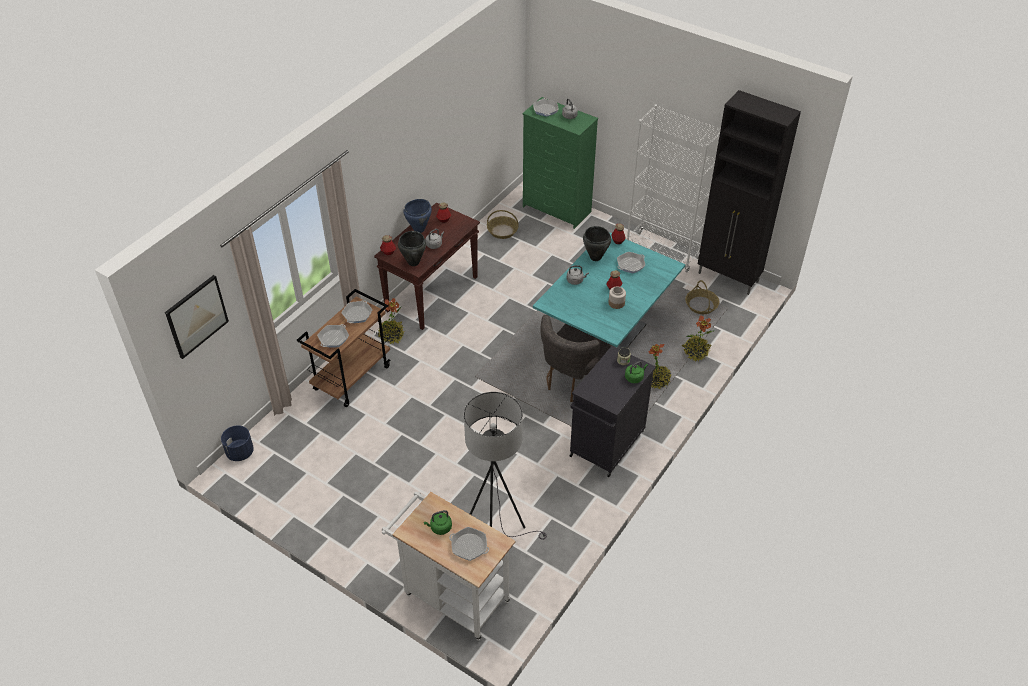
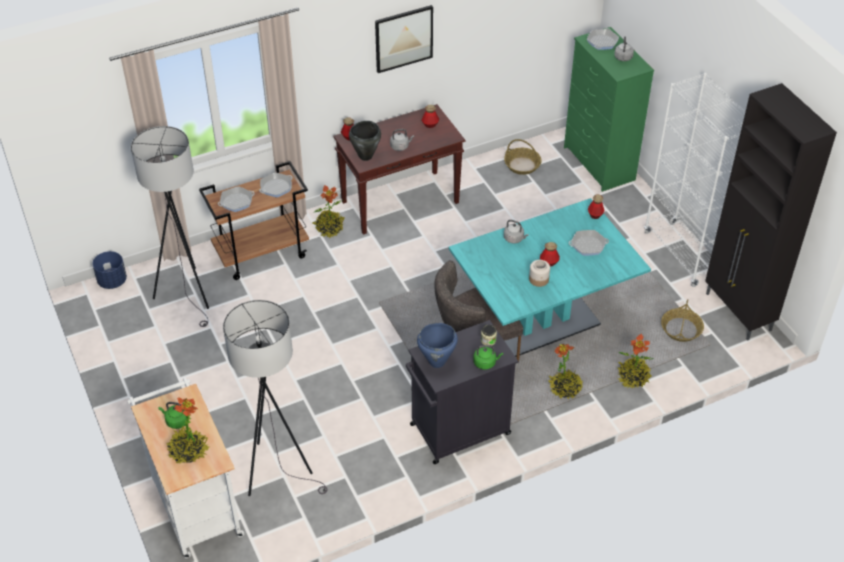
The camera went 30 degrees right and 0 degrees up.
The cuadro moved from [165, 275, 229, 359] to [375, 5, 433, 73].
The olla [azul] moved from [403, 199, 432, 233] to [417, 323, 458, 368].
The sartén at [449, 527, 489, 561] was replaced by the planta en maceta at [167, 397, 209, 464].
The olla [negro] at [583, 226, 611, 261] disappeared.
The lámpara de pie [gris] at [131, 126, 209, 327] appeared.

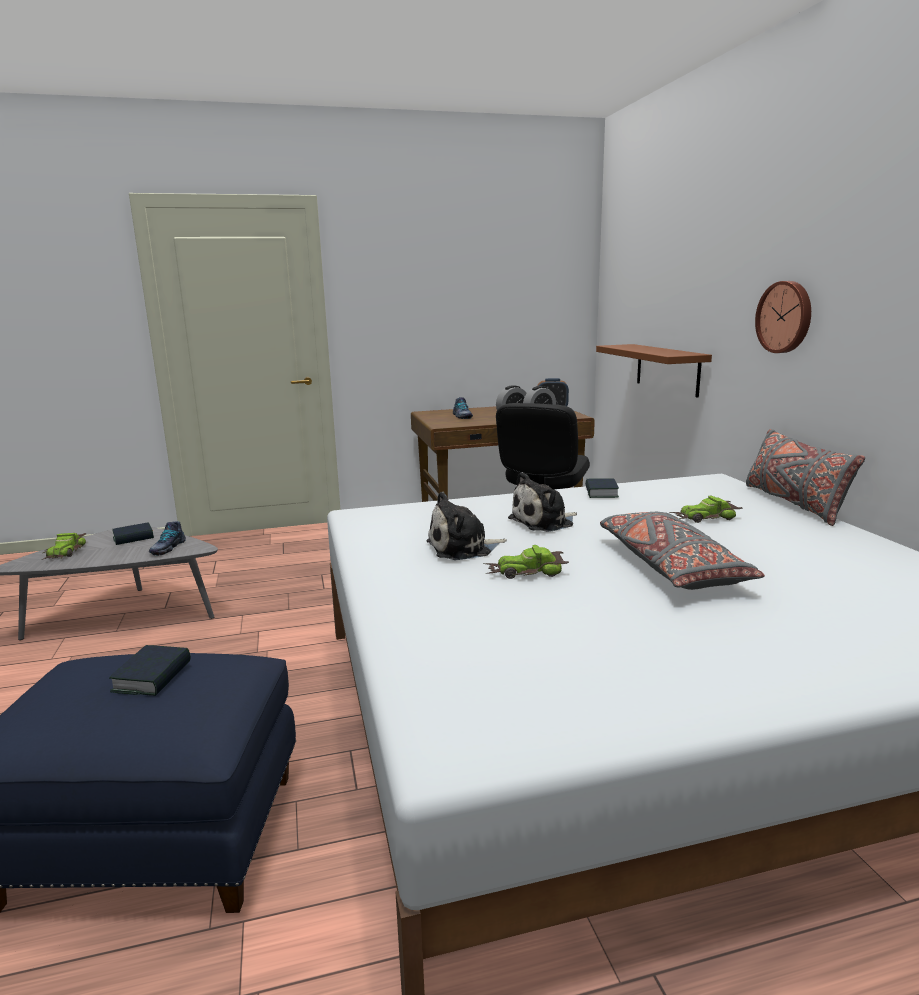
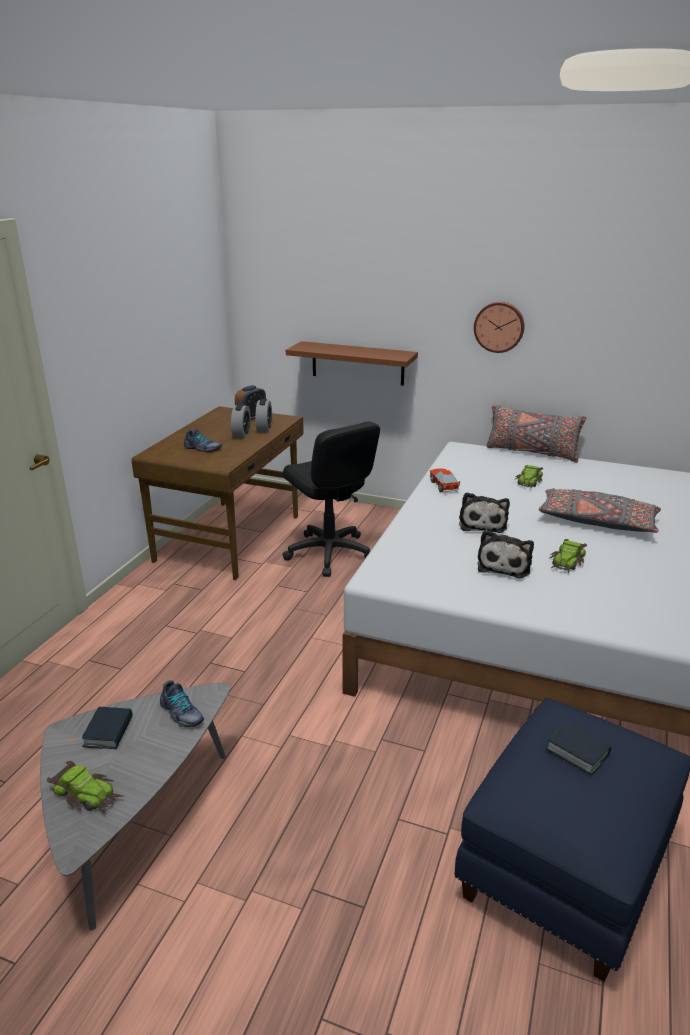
The camera went 55 degrees left and 10 degrees up.
The libro at [585, 478, 619, 498] was replaced by the coche de juguete at [430, 468, 460, 493].

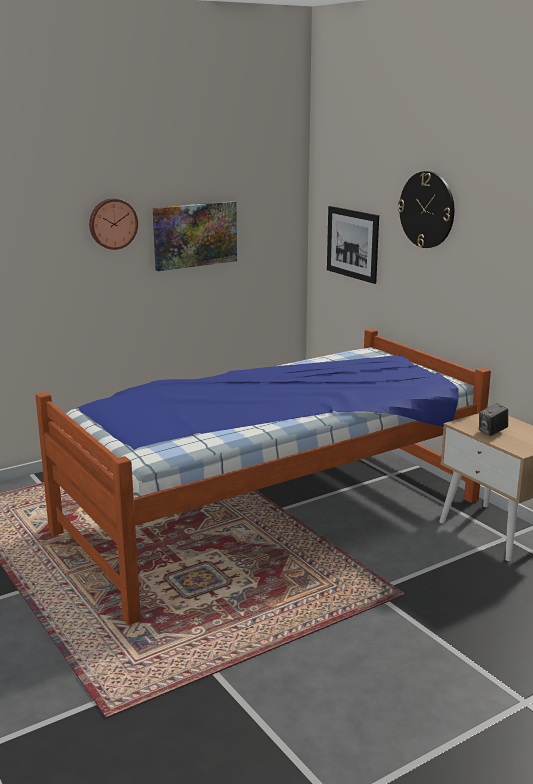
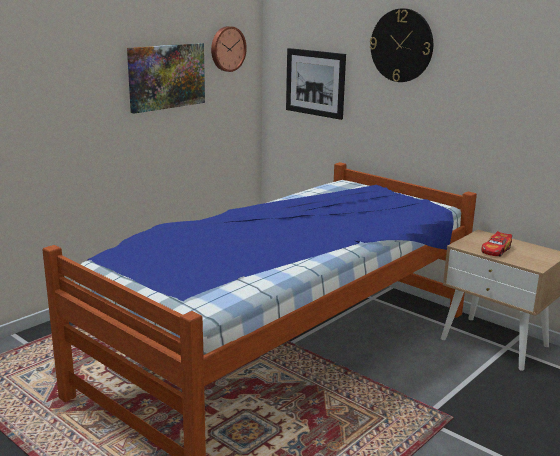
The camera went 15 degrees left and 0 degrees up.
The reloj de pared moved from [89, 198, 138, 250] to [211, 26, 247, 72].
The cámara at [479, 403, 508, 436] was replaced by the coche de juguete at [481, 231, 512, 257].

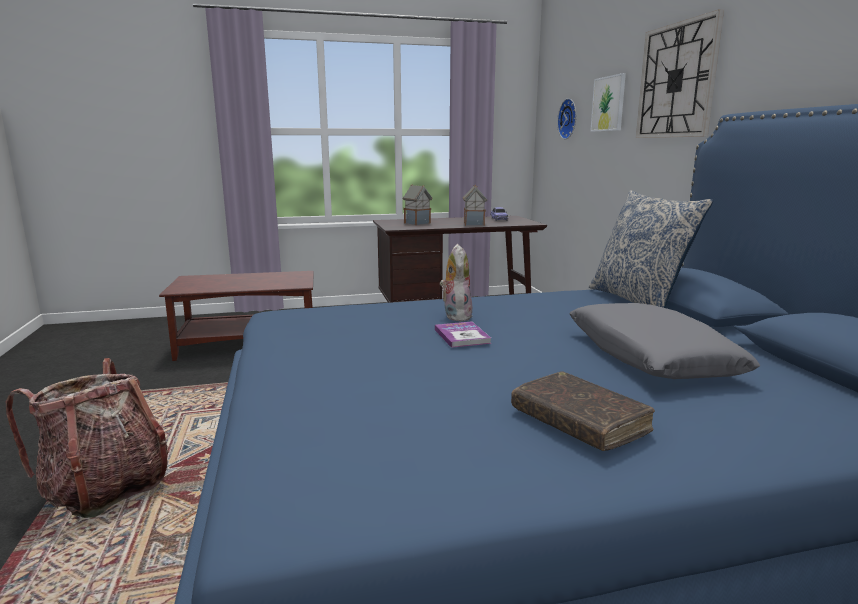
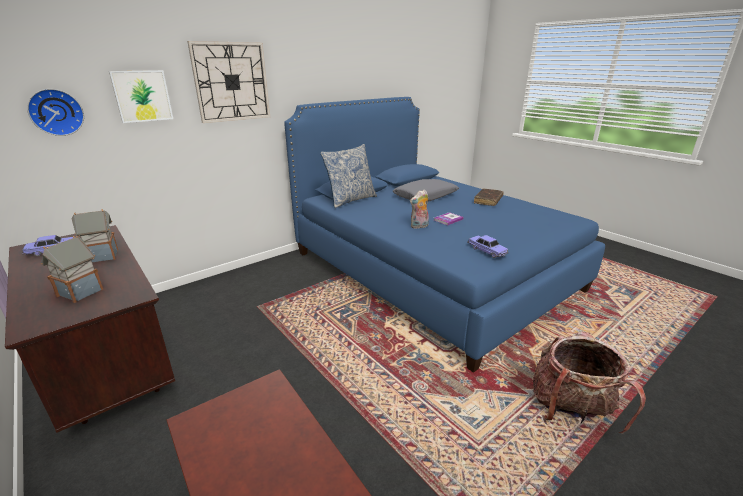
The camera went 115 degrees left and 10 degrees up.
The coche de juguete at [467, 235, 509, 258] appeared.

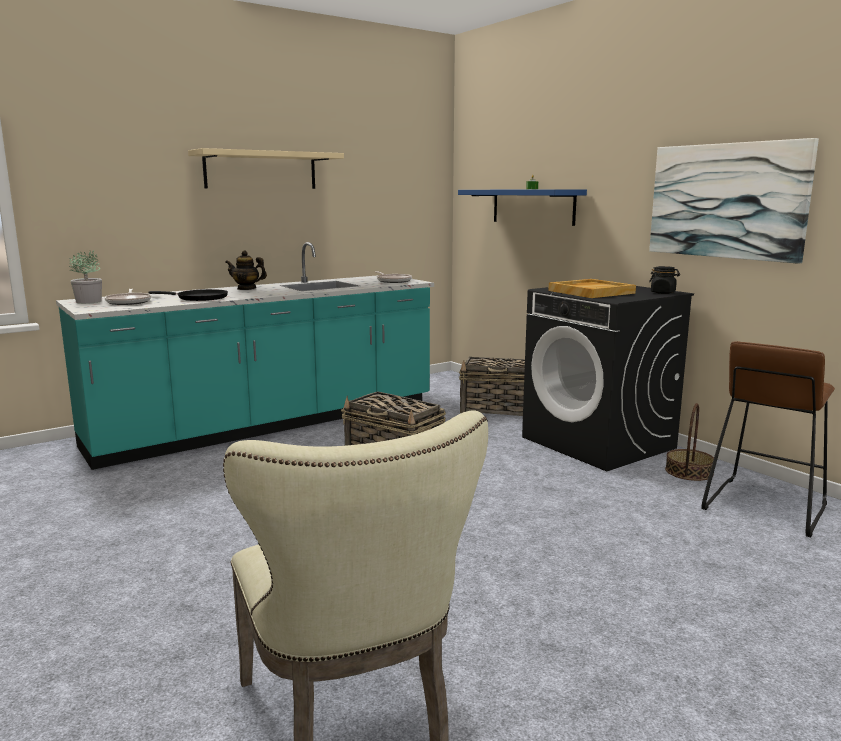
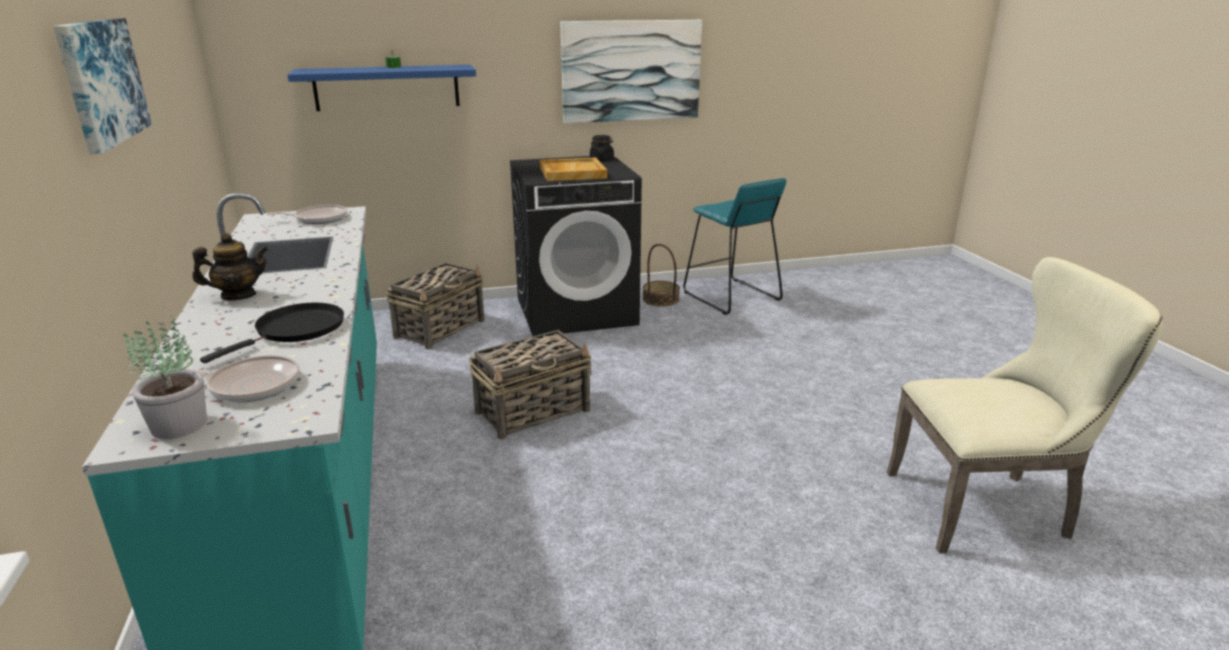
The camera went 70 degrees left and 10 degrees up.
The estante [beis] at [188, 148, 344, 189] was replaced by the cuadro at [53, 18, 152, 154].
The tetera at [225, 250, 267, 290] turned 135 degrees counterclockwise.
The taburete [marrón] at [701, 341, 835, 538] became the taburete [turquesa] at [683, 178, 786, 315].

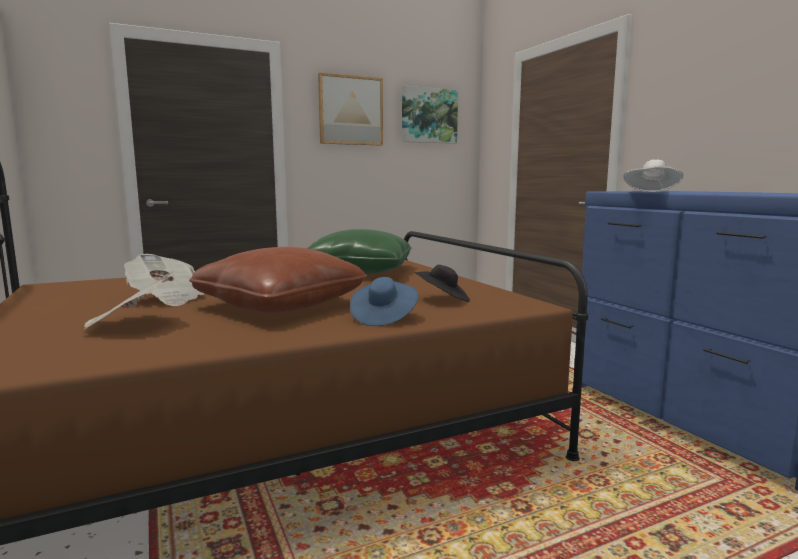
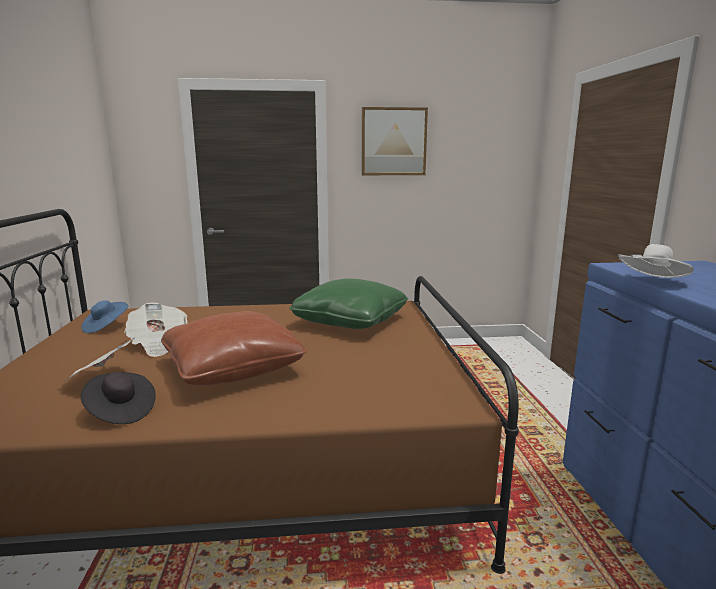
The camera went 20 degrees right and 5 degrees up.
The sombrero [azul] moved from [350, 277, 418, 326] to [81, 300, 128, 333].
The cuadro at [402, 86, 458, 144] disappeared.
The sombrero [negro] moved from [414, 265, 470, 302] to [81, 372, 156, 424].

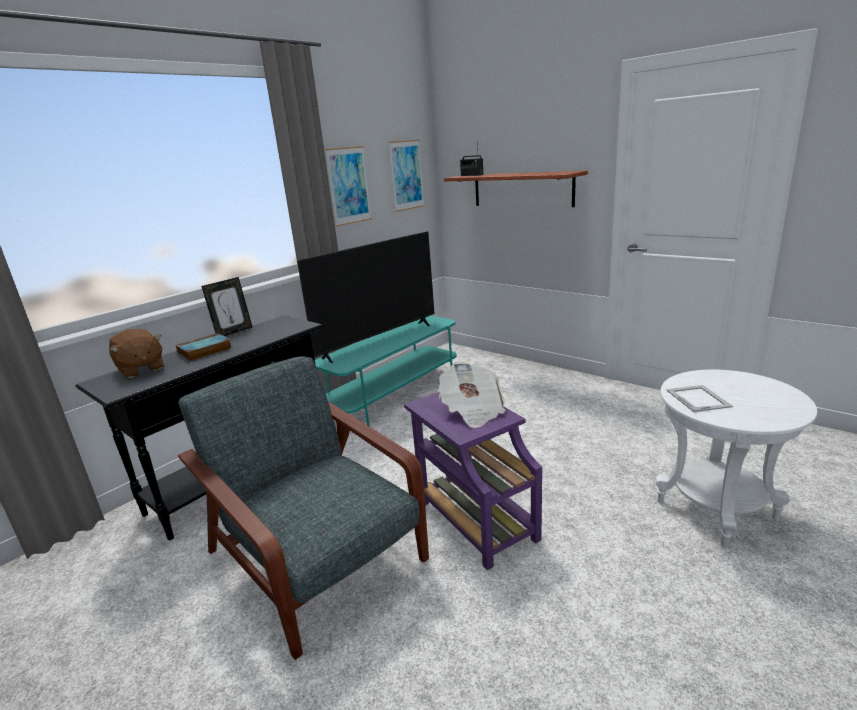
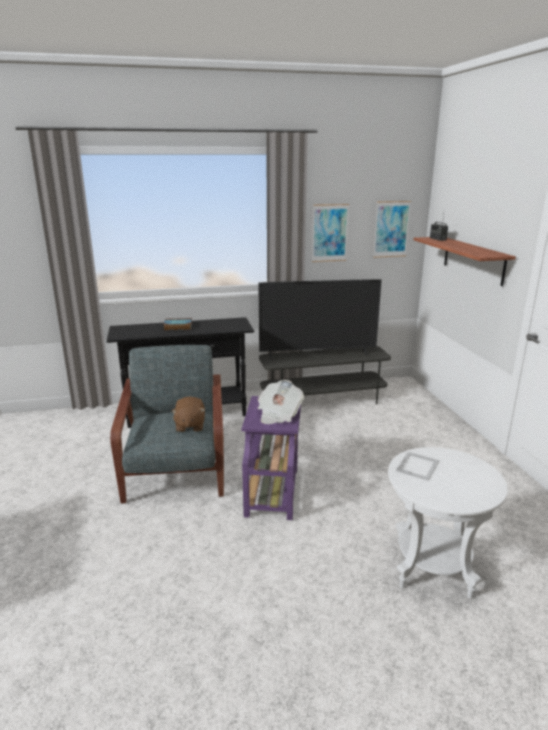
The camera went 35 degrees right and 0 degrees up.
The peluche [marrón] moved from [109, 329, 164, 378] to [171, 396, 205, 432].
The portarretratos at [201, 277, 252, 336] disappeared.
The mueble de televisión [turquesa] at [315, 315, 457, 427] became the mueble de televisión [gris] at [259, 346, 391, 404].

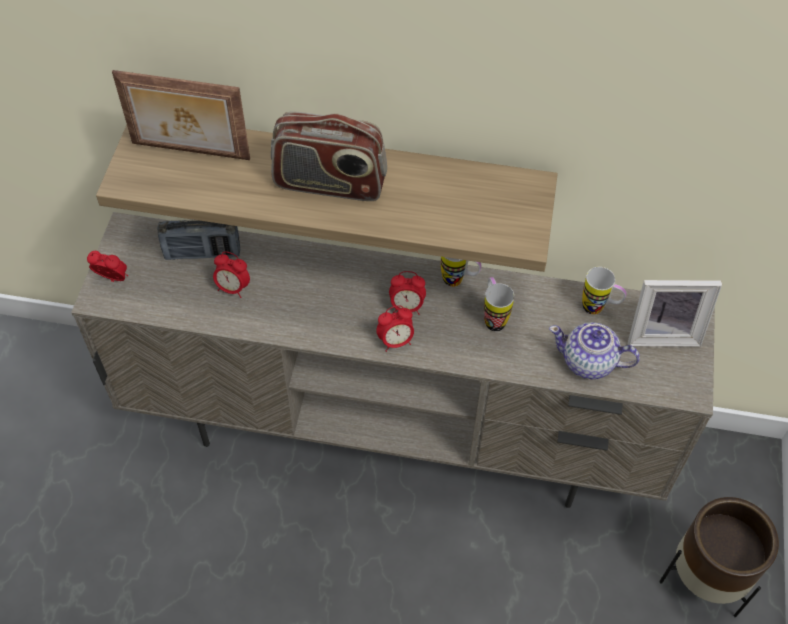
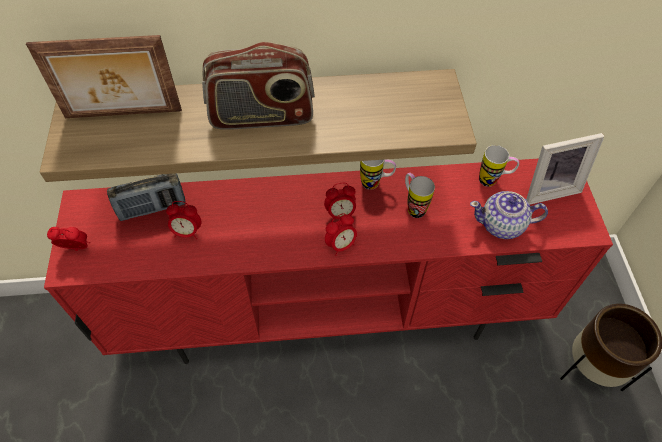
The camera went 15 degrees left and 0 degrees up.
The mueble de televisión [beis] at [71, 212, 715, 508] became the mueble de televisión [rojo] at [44, 159, 613, 364].

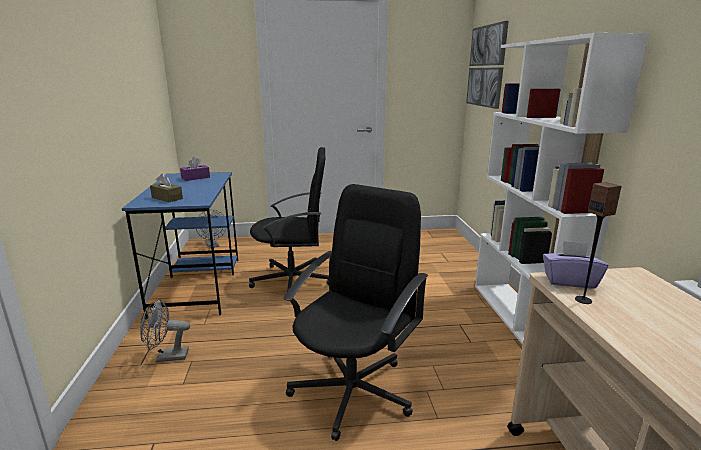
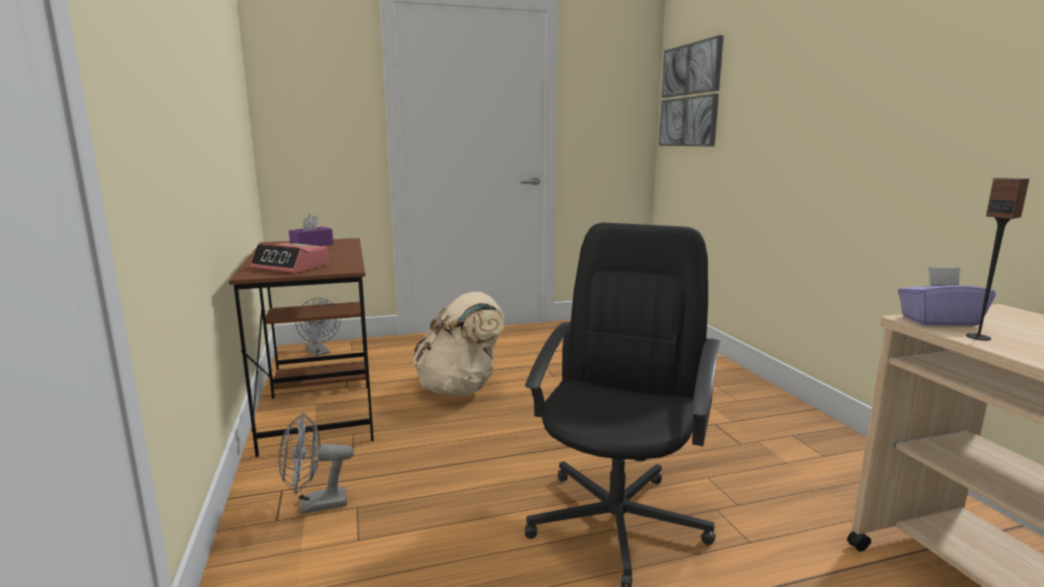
The camera went 10 degrees left and 5 degrees down.
The escritorio [azul] at [122, 172, 238, 319] became the escritorio [marrón] at [229, 238, 374, 457].
The caja de pañuelos [marrón] at [150, 174, 183, 202] was replaced by the despertador at [250, 243, 328, 273].
The silla de oficina [negro] at [249, 147, 329, 291] was replaced by the mochila [beis] at [414, 292, 504, 396].
The estantería [blanco] at [475, 33, 649, 345] disappeared.

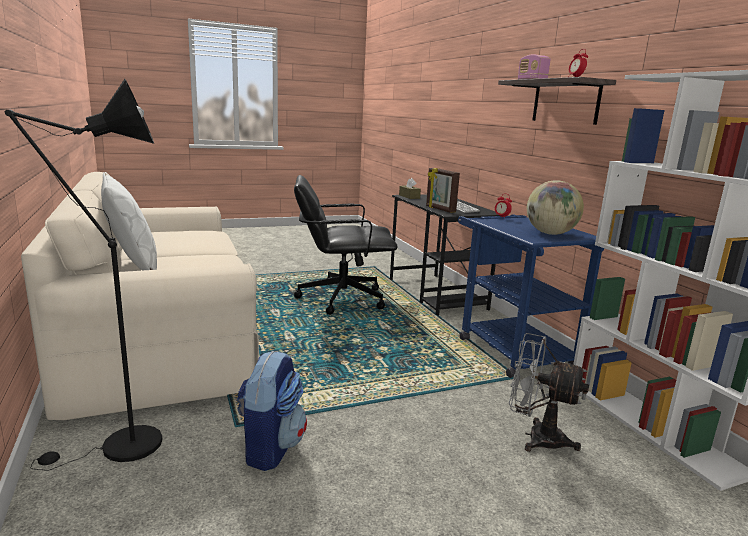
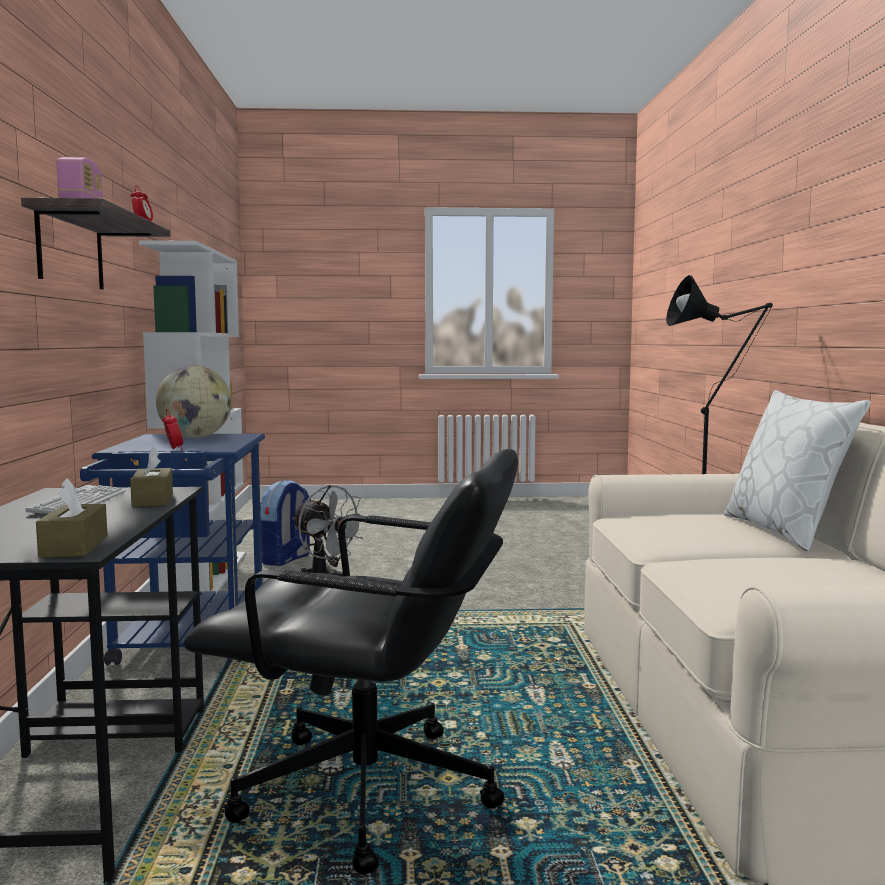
The camera went 160 degrees left and 10 degrees down.
The mochila moved from [237, 351, 307, 471] to [260, 480, 311, 566].
The portarretratos at [426, 168, 460, 213] was replaced by the caja de pañuelos [marrón] at [130, 447, 173, 507].

